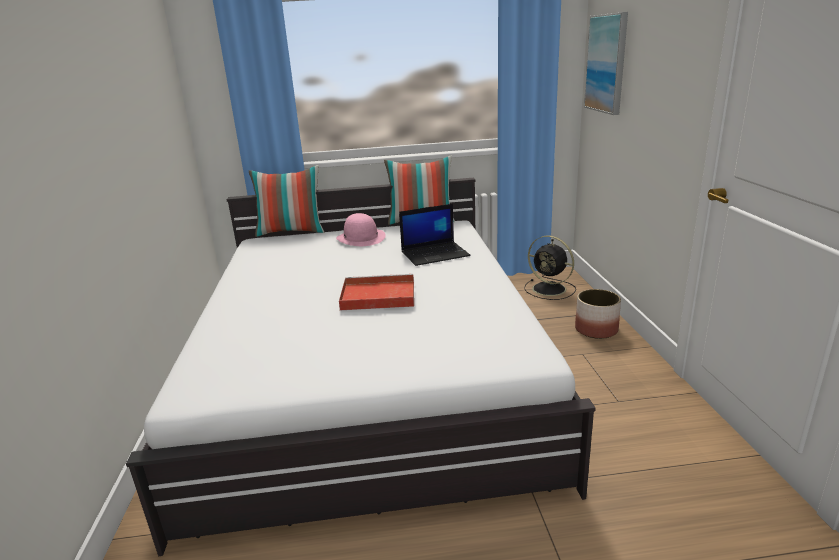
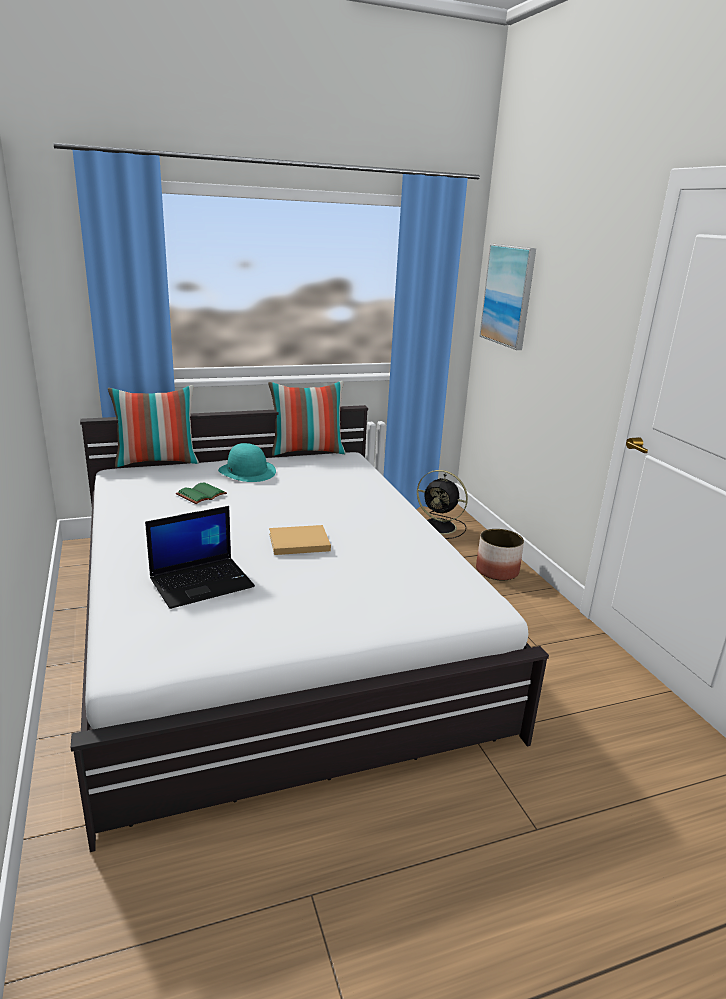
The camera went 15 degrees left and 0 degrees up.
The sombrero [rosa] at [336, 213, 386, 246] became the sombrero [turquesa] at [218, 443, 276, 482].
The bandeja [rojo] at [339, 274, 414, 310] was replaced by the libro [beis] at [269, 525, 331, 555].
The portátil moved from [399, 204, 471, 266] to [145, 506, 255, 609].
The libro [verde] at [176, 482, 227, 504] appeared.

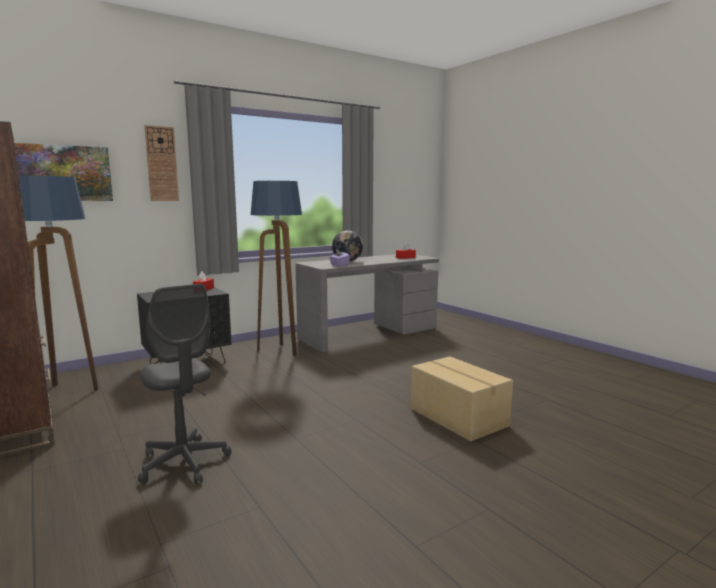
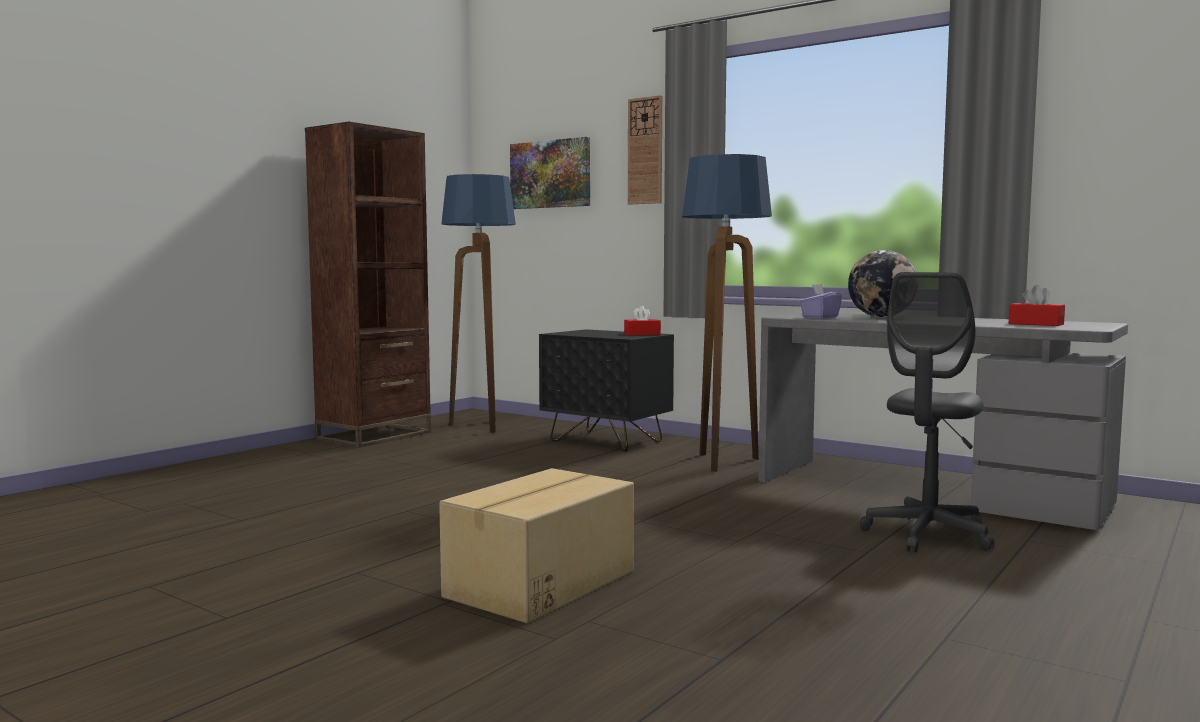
The camera went 70 degrees right and 5 degrees down.
The silla de oficina [gris] moved from [138, 284, 231, 484] to [860, 272, 995, 552].

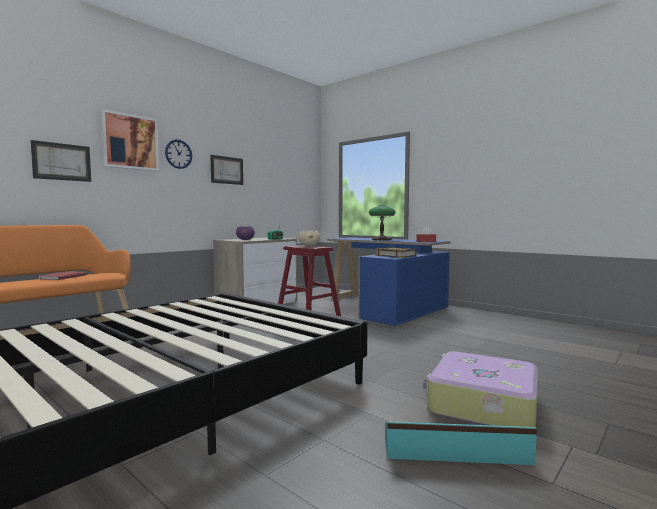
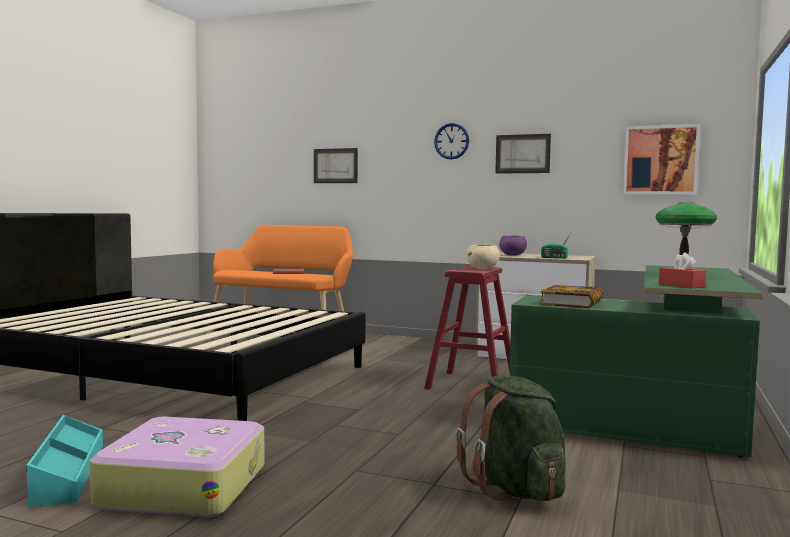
The camera went 70 degrees right and 0 degrees up.
The cuadro moved from [101, 109, 159, 171] to [623, 124, 700, 195].
The escritorio [azul] at [326, 237, 450, 326] became the escritorio [verde] at [510, 265, 763, 458].
The mochila [verde] at [456, 375, 566, 501] appeared.

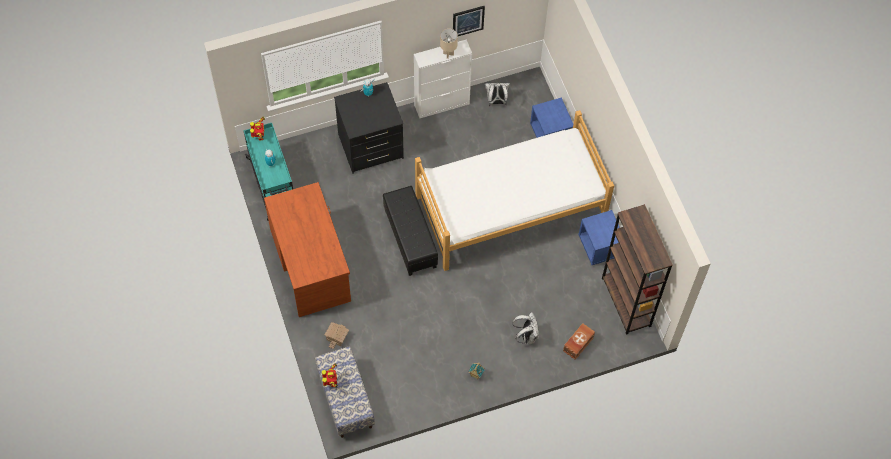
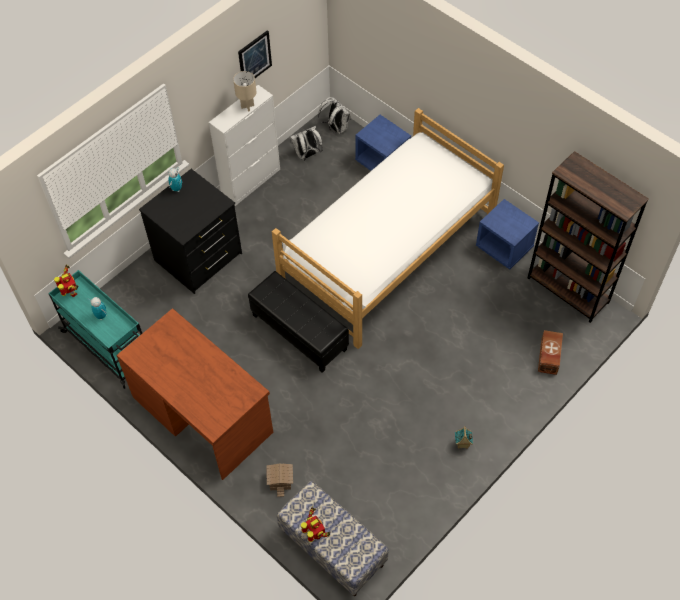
The camera went 25 degrees left and 5 degrees down.
The mochila [blanco] moved from [512, 312, 539, 345] to [318, 97, 351, 134].

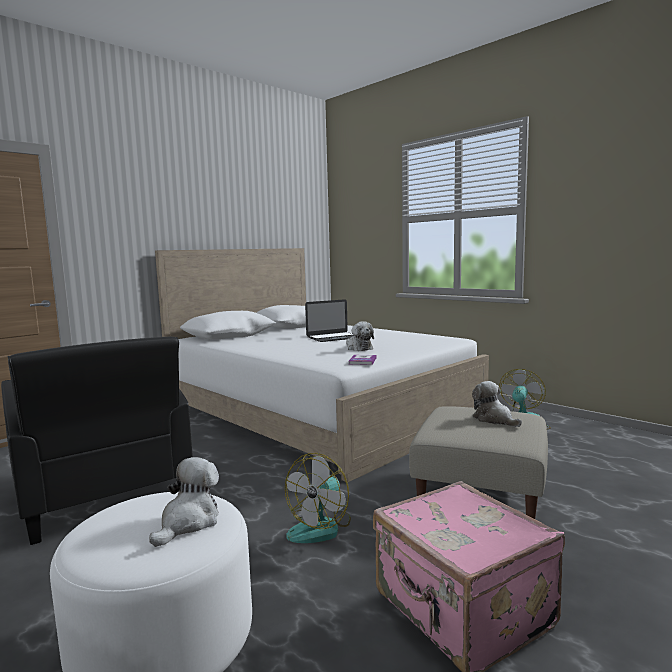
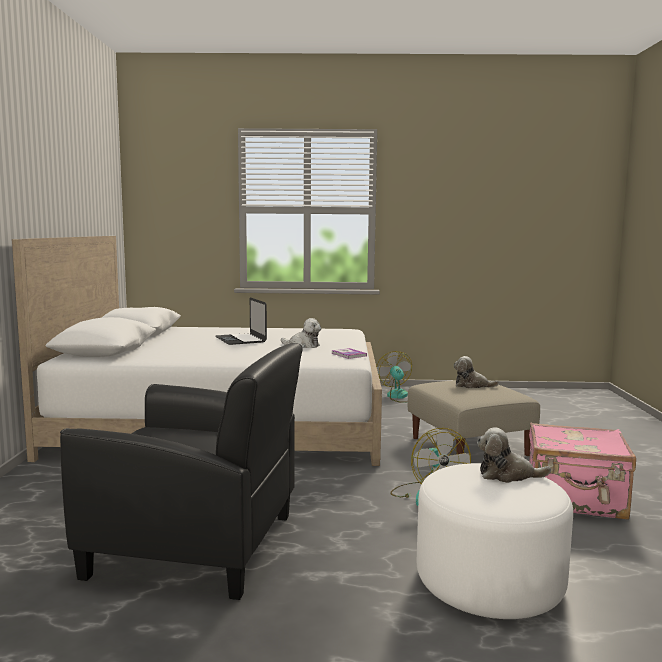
The camera went 45 degrees left and 0 degrees up.
The peluche at [149, 457, 219, 547] turned 60 degrees counterclockwise.
The portátil at [305, 299, 354, 342] turned 135 degrees clockwise.

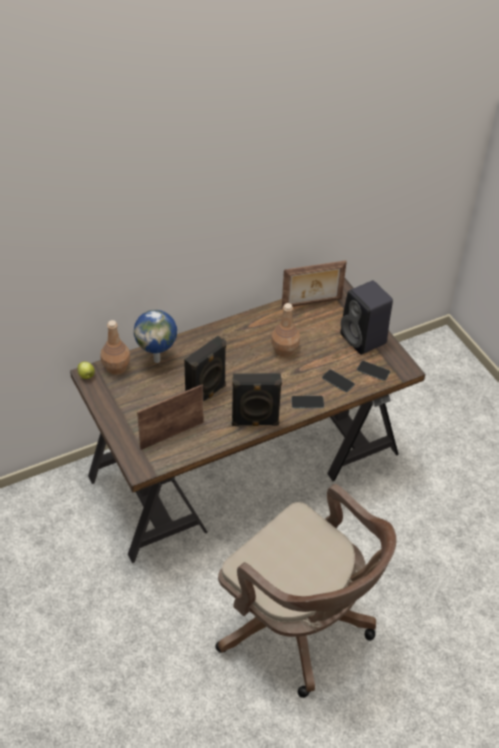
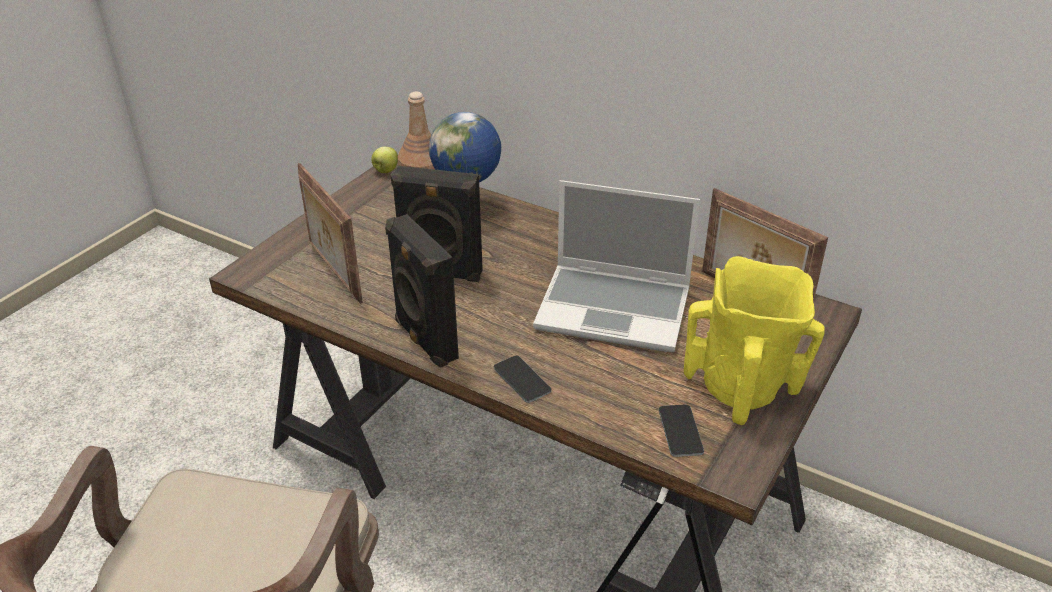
The camera went 60 degrees right and 10 degrees down.
The portarretratos at [137, 385, 203, 450] turned 150 degrees counterclockwise.
The botella [marrón] at [271, 303, 300, 357] was replaced by the portátil at [533, 180, 700, 352].
The móvil at [322, 369, 355, 392] disappeared.
The altavoz [negro] at [341, 281, 393, 355] was replaced by the florero [amarillo] at [684, 256, 825, 425].

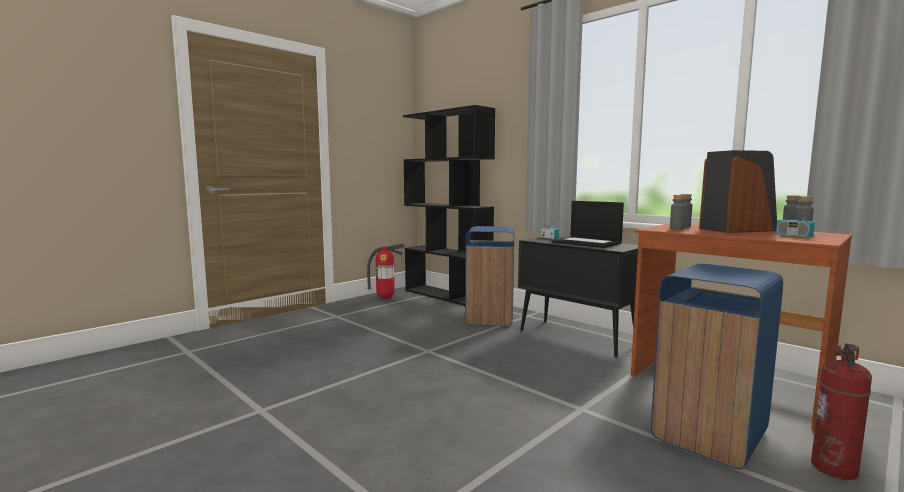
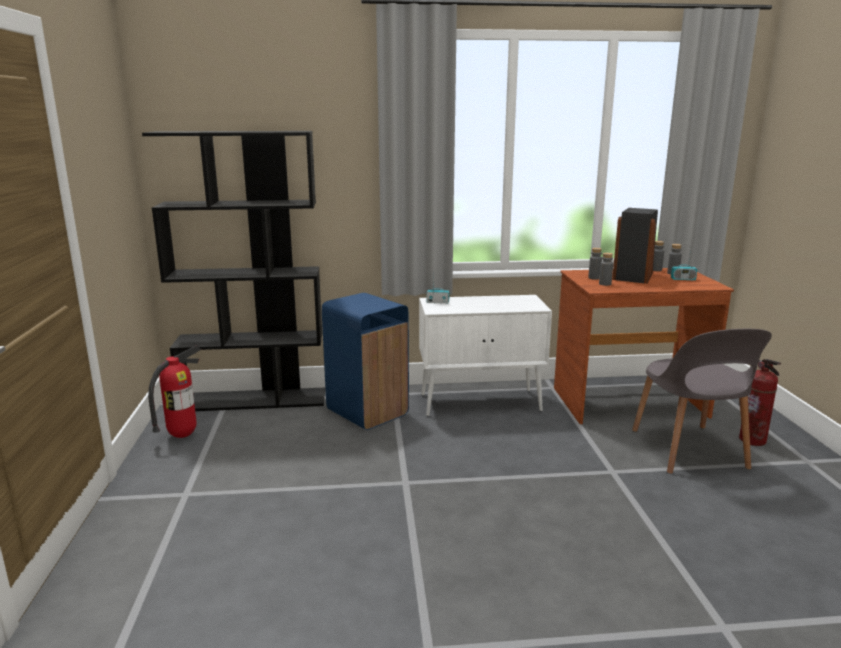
The camera went 50 degrees left and 10 degrees up.
The armario [negro] at [518, 237, 638, 358] became the armario [blanco] at [419, 295, 552, 416].
The portátil at [551, 201, 624, 248] disappeared.
The papelera [azul] at [651, 264, 783, 469] was replaced by the silla [gris] at [632, 329, 772, 474].

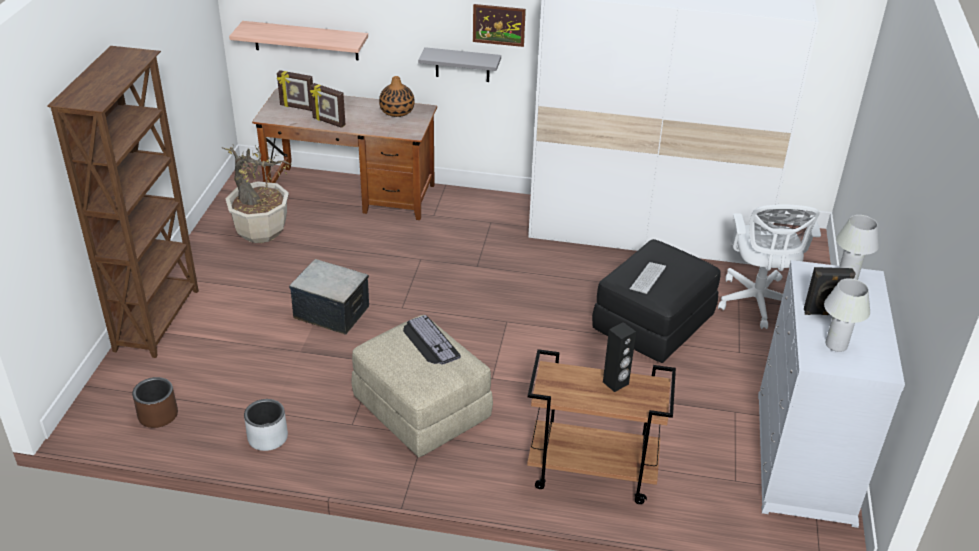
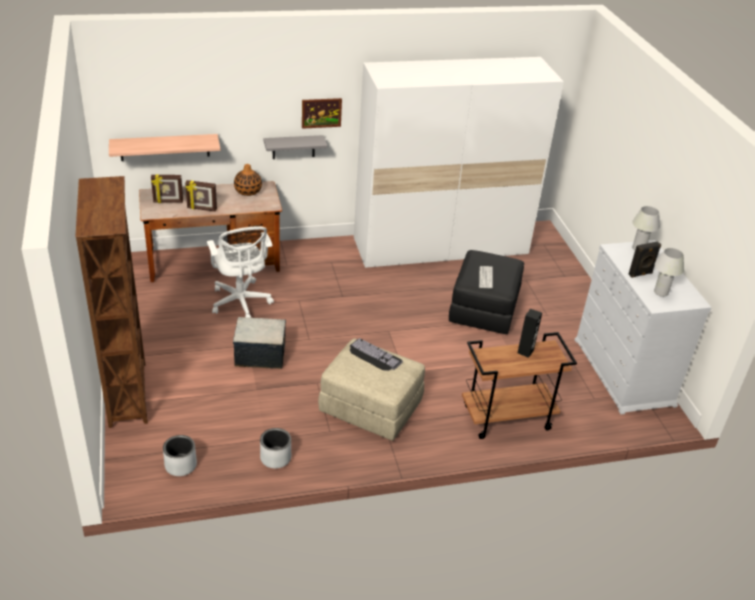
The camera went 25 degrees left and 0 degrees up.
The maceta [marrón] at [132, 377, 178, 428] became the maceta [gris] at [163, 435, 197, 476].
The planta en maceta at [221, 146, 291, 243] disappeared.
The silla de oficina [blanco] moved from [718, 204, 821, 329] to [207, 227, 274, 318].

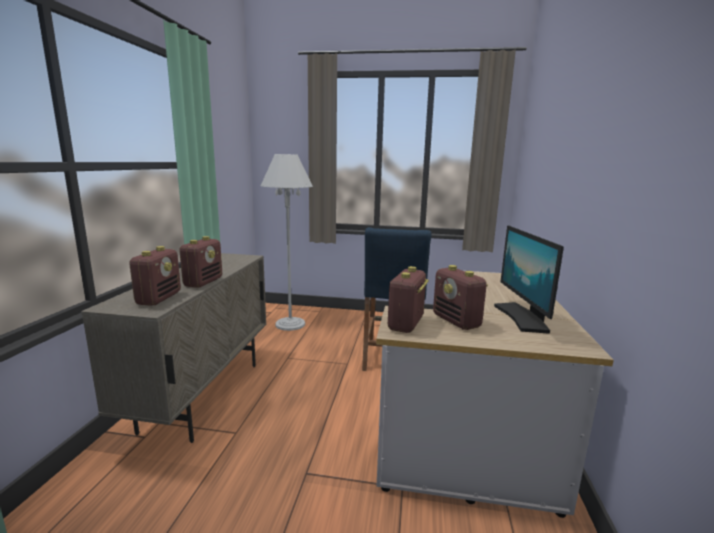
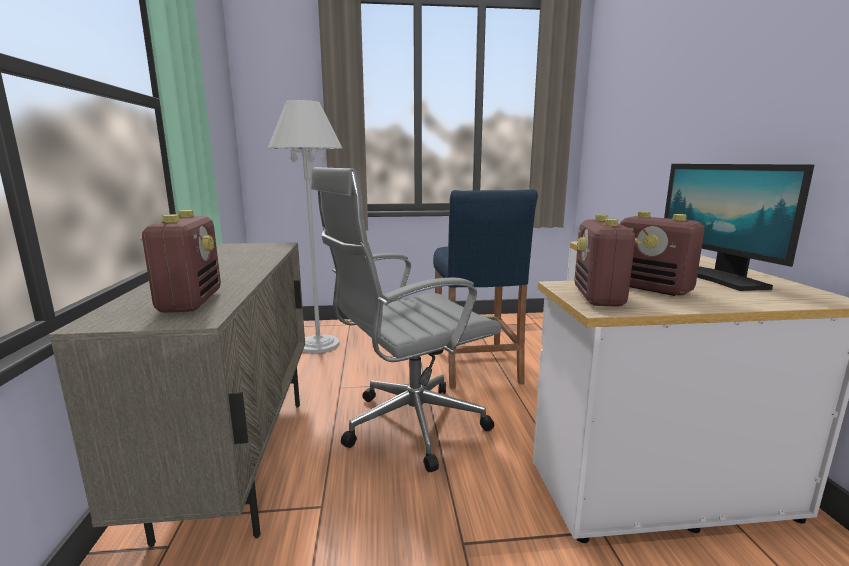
The camera went 15 degrees left and 0 degrees up.
The radio at [179, 236, 222, 288] disappeared.
The silla de oficina [gris] at [311, 167, 502, 472] appeared.

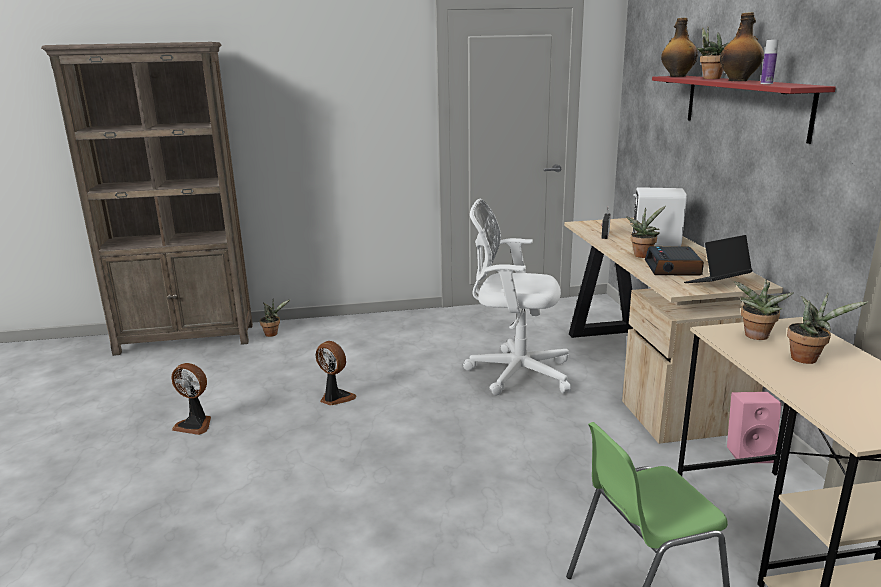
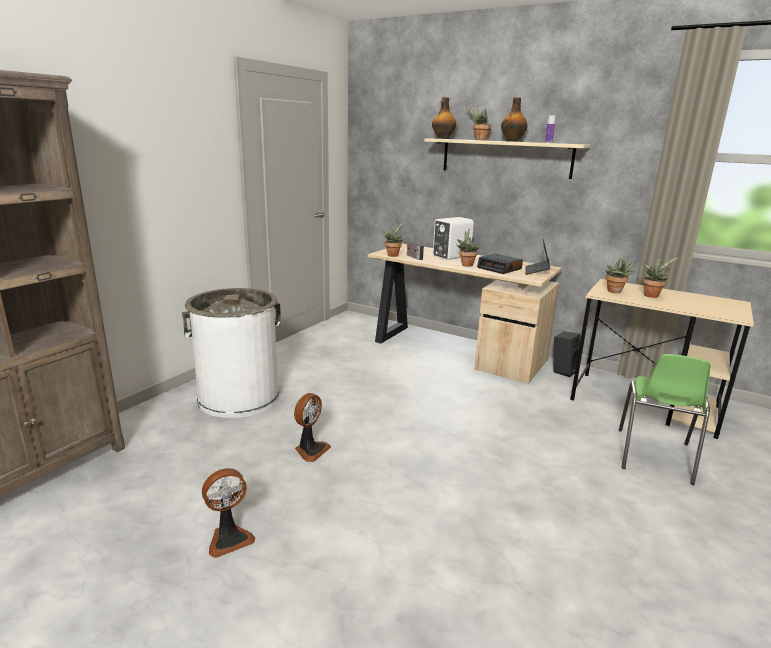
The camera went 50 degrees left and 0 degrees up.
The planta en maceta moved from [260, 299, 291, 337] to [381, 222, 405, 257].
The ventilador at [316, 341, 357, 406] turned 135 degrees clockwise.
The silla de oficina [blanco] at [463, 198, 571, 395] disappeared.
The estante [rojo] at [652, 76, 836, 144] became the estante [beis] at [424, 139, 590, 179].
The altavoz [rosa] at [727, 392, 781, 463] became the altavoz [negro] at [553, 331, 580, 377].
The papelera [blanco] at [182, 288, 281, 418] appeared.

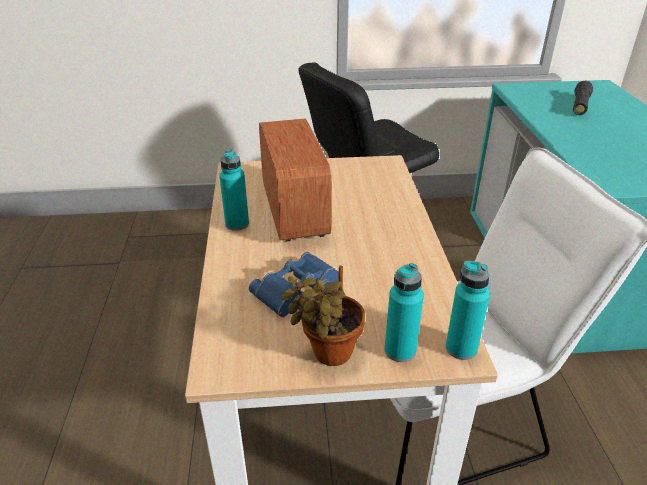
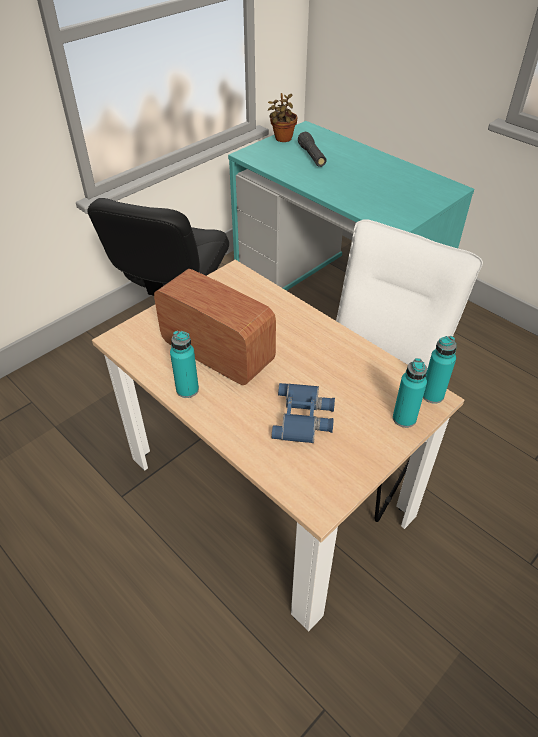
The camera went 40 degrees left and 10 degrees up.
The planta en maceta moved from [282, 266, 365, 366] to [268, 93, 297, 142].

